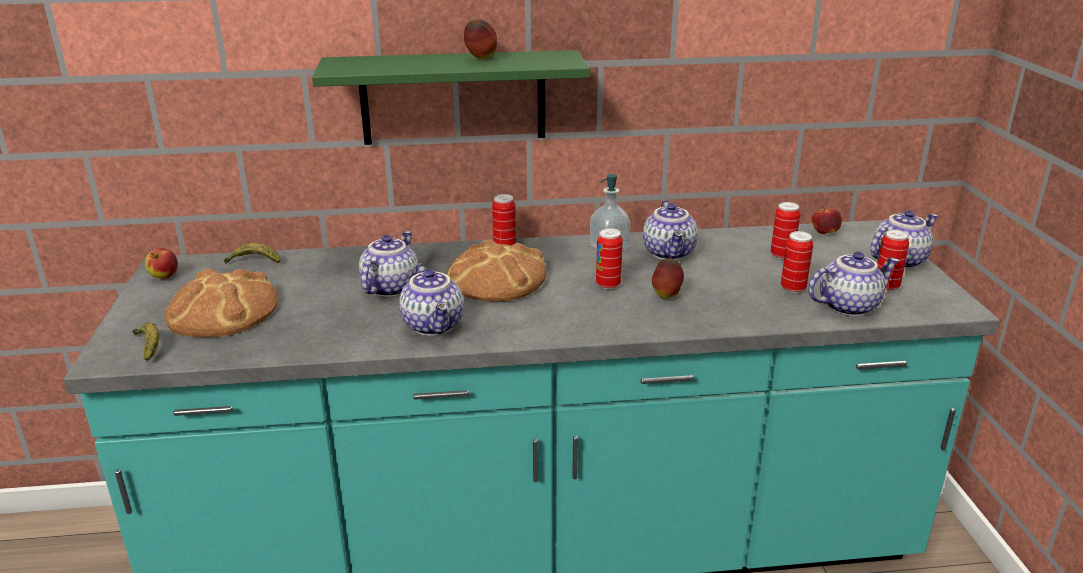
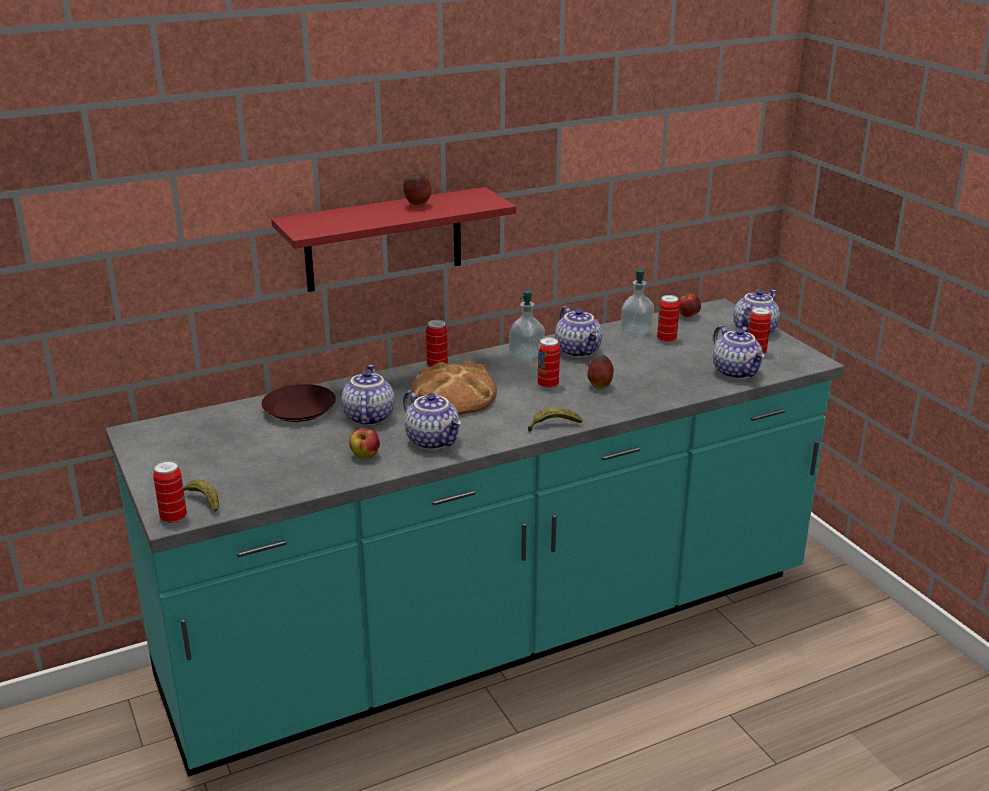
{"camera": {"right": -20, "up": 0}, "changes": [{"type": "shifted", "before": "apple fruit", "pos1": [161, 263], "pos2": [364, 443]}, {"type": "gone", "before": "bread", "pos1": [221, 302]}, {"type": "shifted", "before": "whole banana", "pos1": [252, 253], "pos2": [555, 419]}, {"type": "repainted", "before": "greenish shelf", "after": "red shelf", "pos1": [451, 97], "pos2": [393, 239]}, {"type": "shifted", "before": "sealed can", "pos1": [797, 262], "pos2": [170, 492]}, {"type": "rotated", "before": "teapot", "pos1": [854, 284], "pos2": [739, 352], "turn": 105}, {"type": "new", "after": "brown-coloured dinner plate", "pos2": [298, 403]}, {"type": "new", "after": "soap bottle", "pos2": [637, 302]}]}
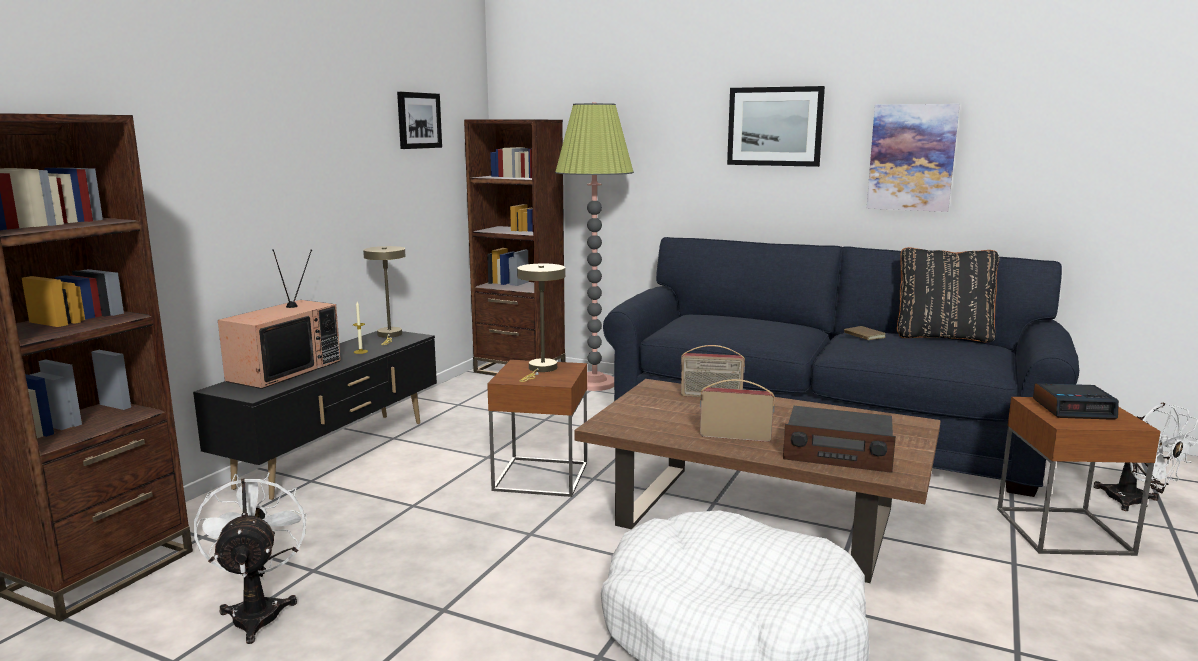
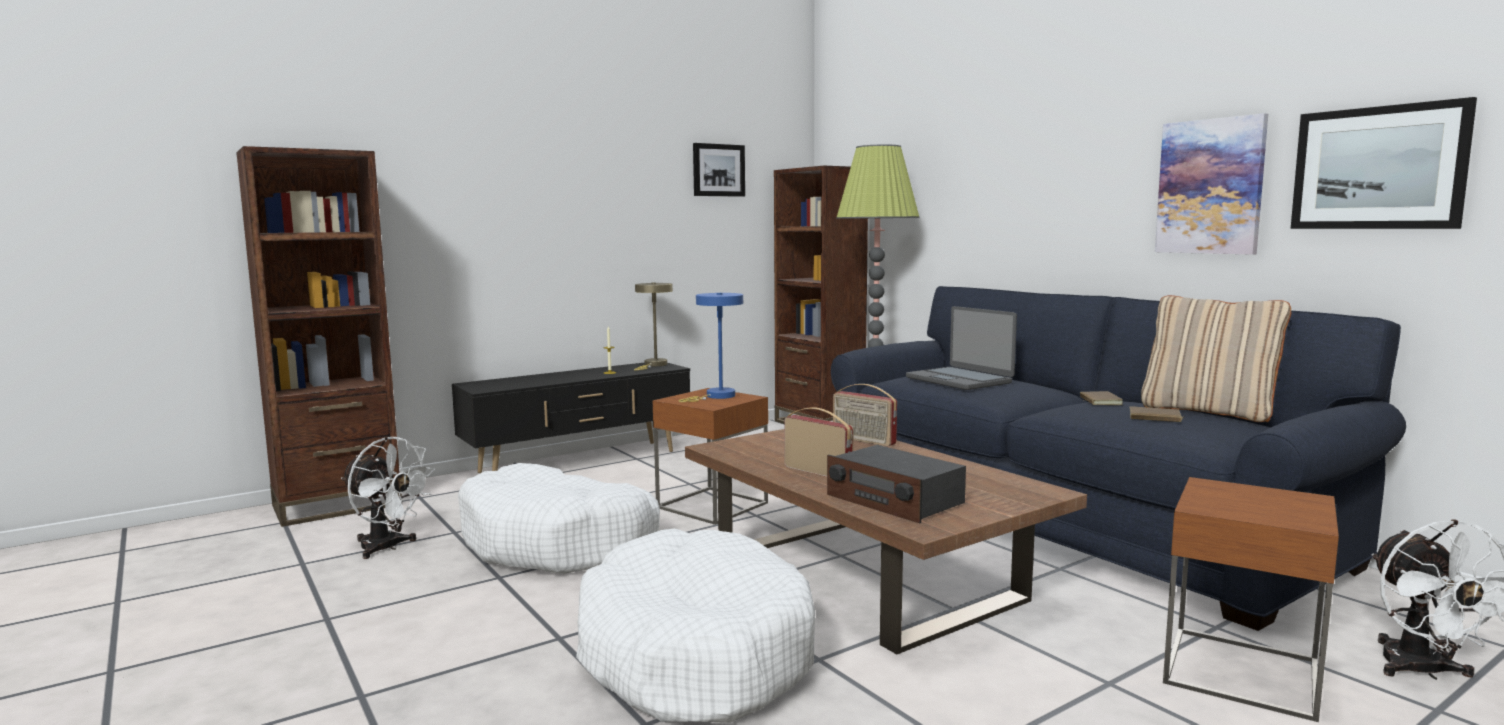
{"camera": {"right": 30, "up": -5}, "changes": [{"type": "rotated", "before": "whitish electric fan", "pos1": [250, 558], "pos2": [388, 498], "turn": 105}, {"type": "gone", "before": "television", "pos1": [279, 319]}, {"type": "repainted", "before": "sand-coloured tabletop lamp", "after": "bluish tabletop lamp", "pos1": [541, 323], "pos2": [710, 347]}, {"type": "shifted", "before": "wall picture", "pos1": [776, 126], "pos2": [1384, 163]}, {"type": "repainted", "before": "black-coloured pillow", "after": "sand-coloured pillow", "pos1": [948, 294], "pos2": [1216, 358]}, {"type": "gone", "before": "alarm clock", "pos1": [1076, 401]}, {"type": "new", "after": "whitish dog bed", "pos2": [559, 518]}, {"type": "new", "after": "laptop", "pos2": [961, 348]}, {"type": "new", "after": "brown-coloured book", "pos2": [1156, 414]}]}
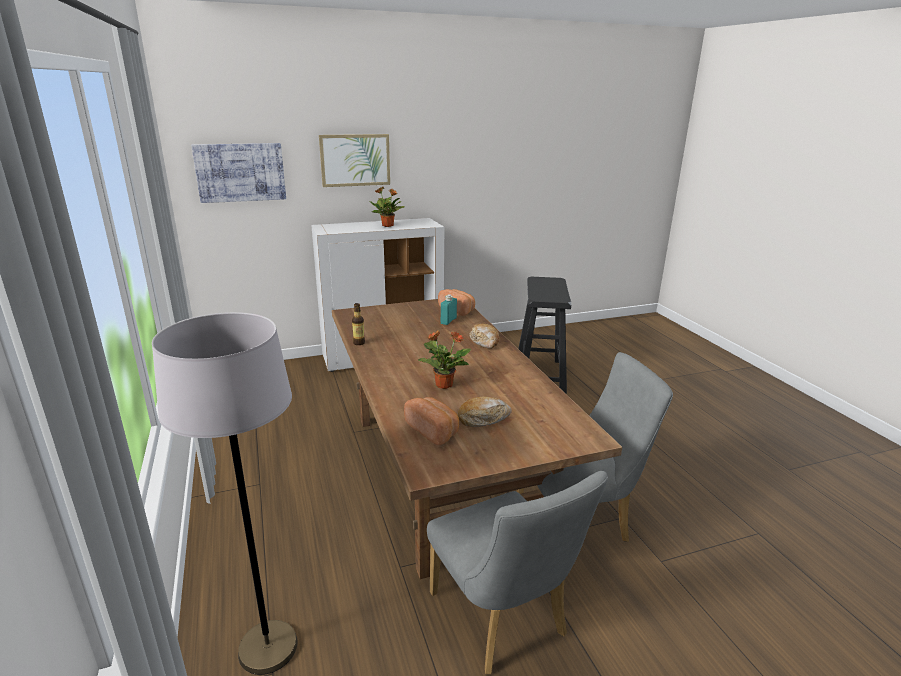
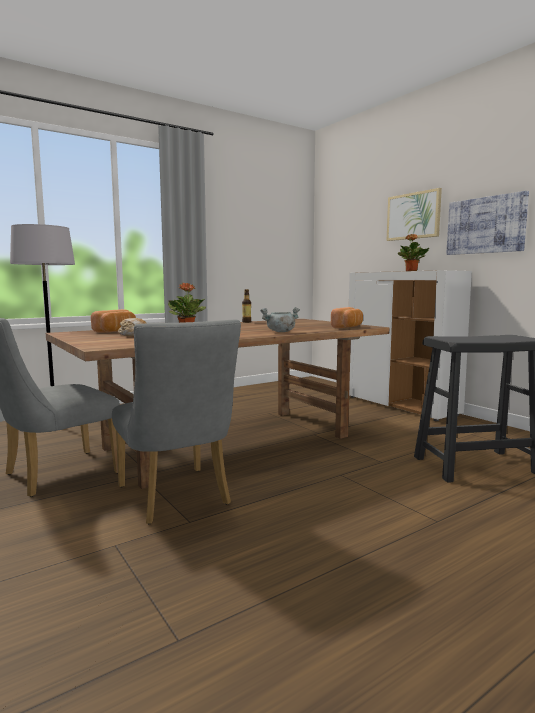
{"camera": {"right": 75, "up": -15}, "changes": [{"type": "shifted", "before": "wall picture", "pos1": [238, 173], "pos2": [487, 223]}, {"type": "gone", "before": "turquoise beverage bottle", "pos1": [449, 309]}, {"type": "swapped", "before": "bread", "after": "grey stockpot", "pos1": [484, 336], "pos2": [280, 319]}]}
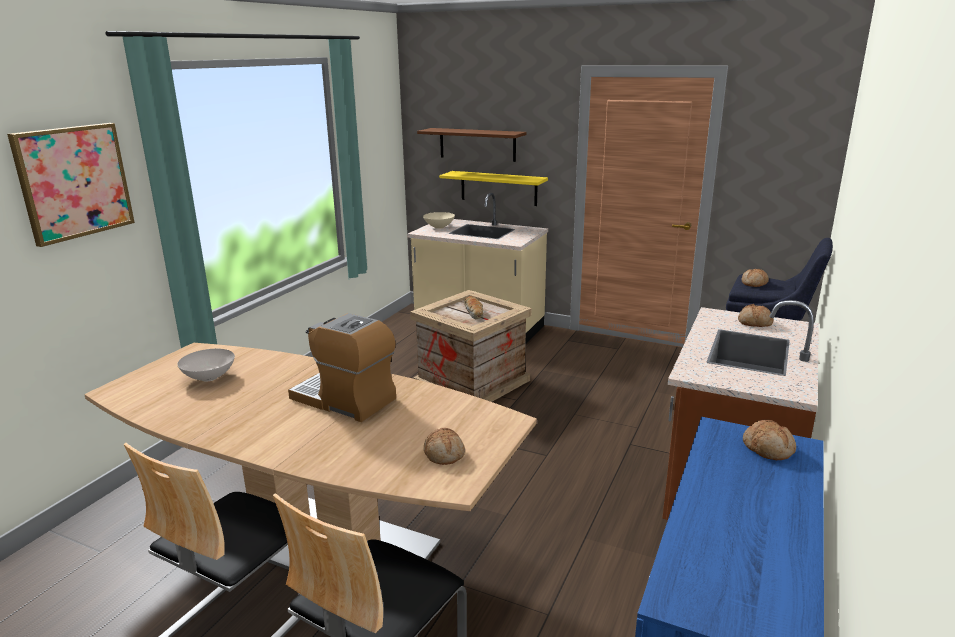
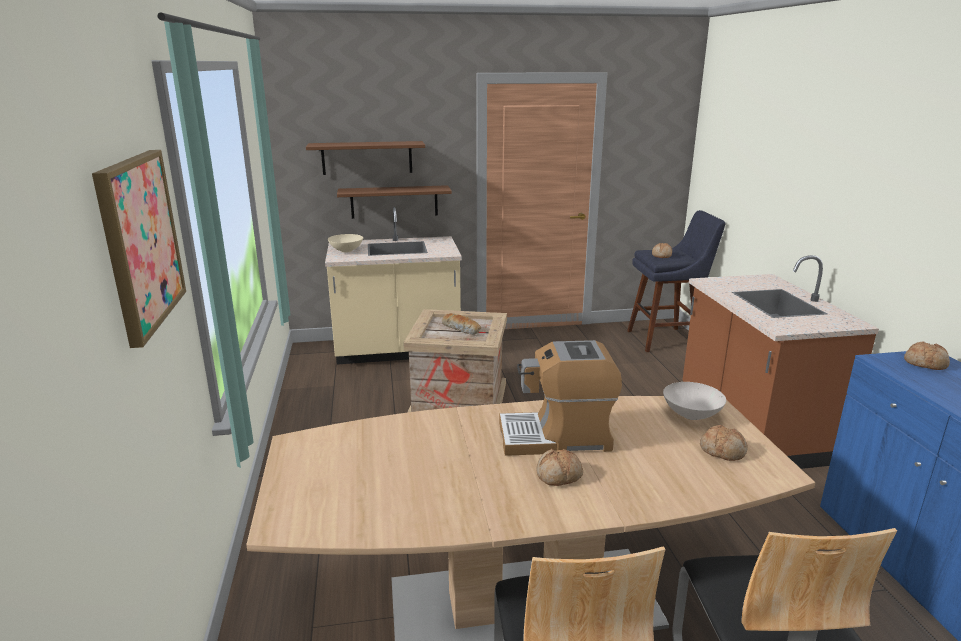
{"camera": {"right": -35, "up": 0}, "changes": [{"type": "shifted", "before": "whitish bowl", "pos1": [206, 365], "pos2": [694, 401]}, {"type": "repainted", "before": "yellow shelf", "after": "brown-coloured shelf", "pos1": [493, 188], "pos2": [394, 202]}, {"type": "shifted", "before": "bread", "pos1": [756, 315], "pos2": [559, 467]}]}
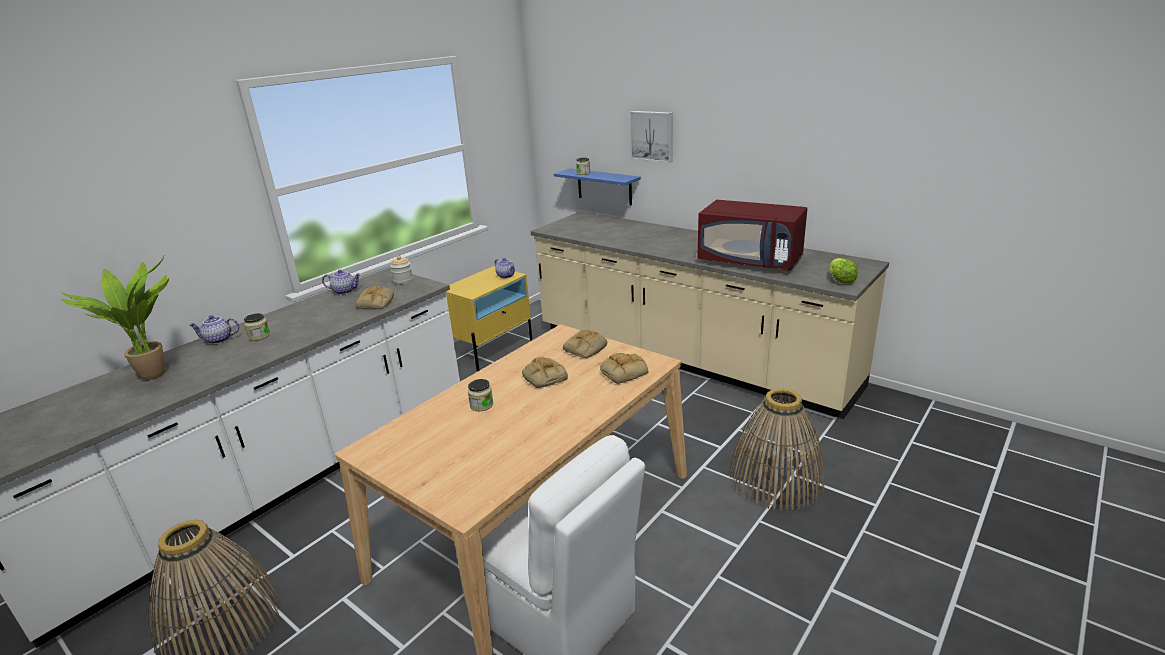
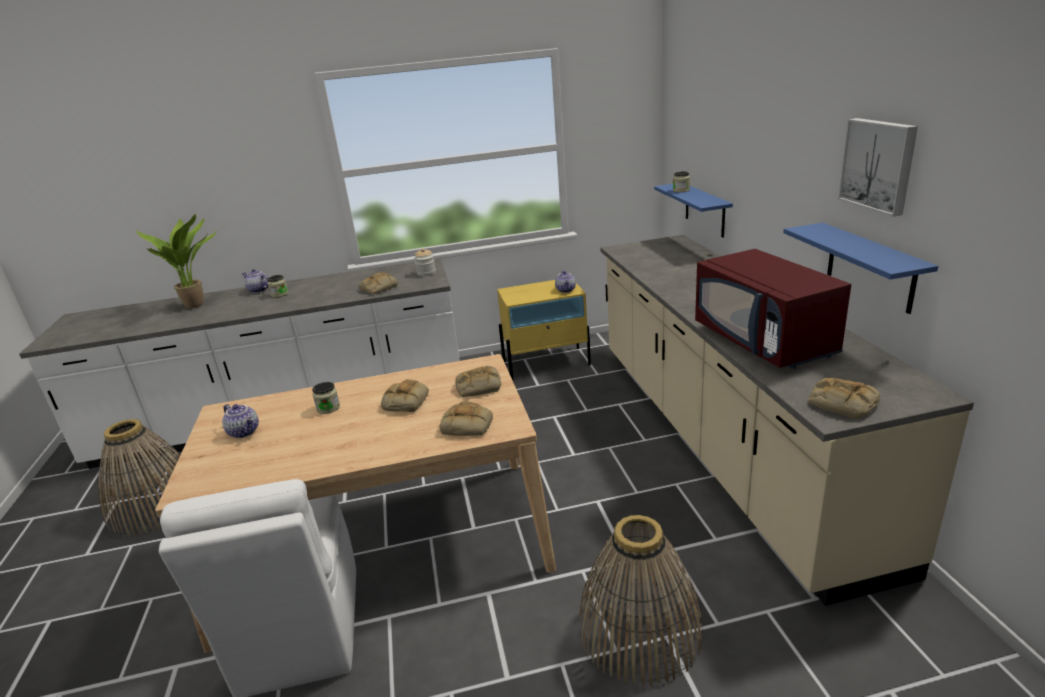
{"camera": {"right": 40, "up": 0}, "changes": [{"type": "shifted", "before": "teapot", "pos1": [341, 282], "pos2": [240, 421]}, {"type": "shifted", "before": "wall picture", "pos1": [651, 137], "pos2": [878, 167]}, {"type": "swapped", "before": "lettuce head", "after": "bread", "pos1": [844, 271], "pos2": [844, 398]}, {"type": "new", "after": "bluish shelf", "pos2": [860, 268]}]}
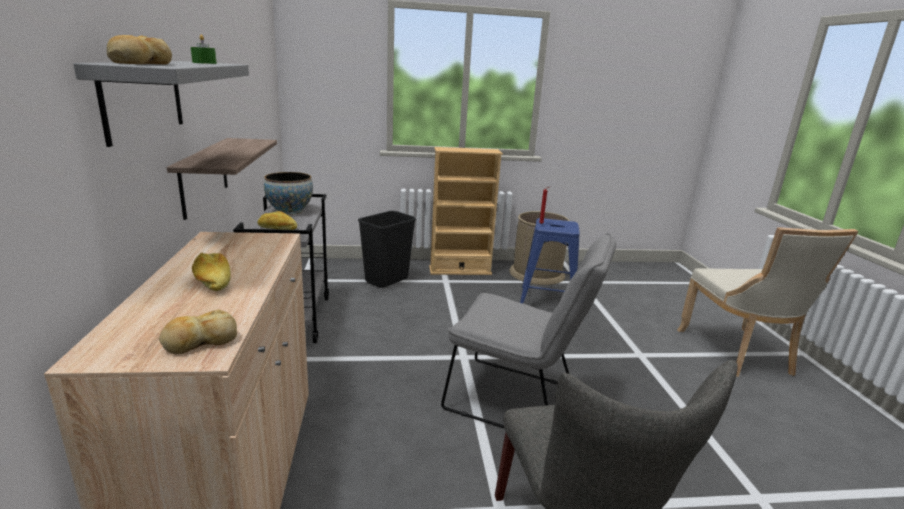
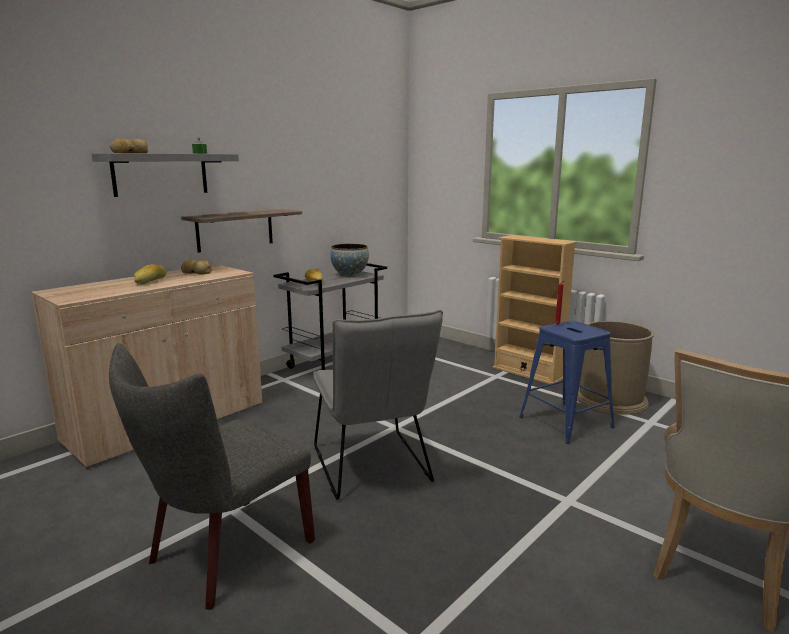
{"camera": {"right": 50, "up": -5}, "changes": [{"type": "shifted", "before": "bread", "pos1": [198, 331], "pos2": [196, 267]}, {"type": "gone", "before": "black-coloured trash can", "pos1": [387, 249]}]}
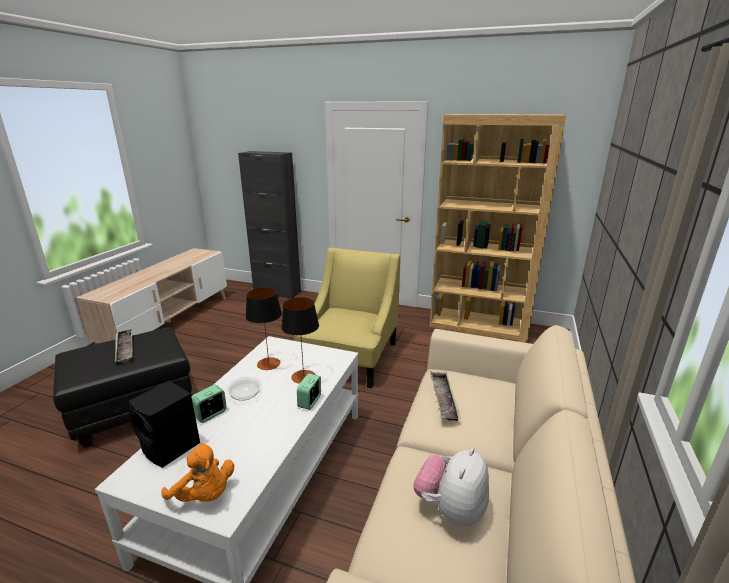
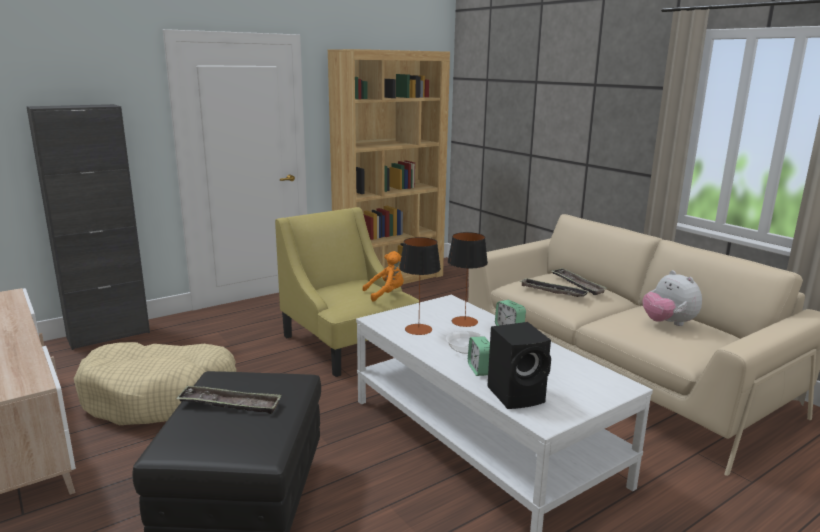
{"camera": {"right": -55, "up": -5}, "changes": [{"type": "shifted", "before": "orange-coloured cuddly toy", "pos1": [198, 472], "pos2": [383, 276]}, {"type": "new", "after": "sand-coloured dog bed", "pos2": [155, 383]}, {"type": "new", "after": "tray", "pos2": [579, 281]}]}
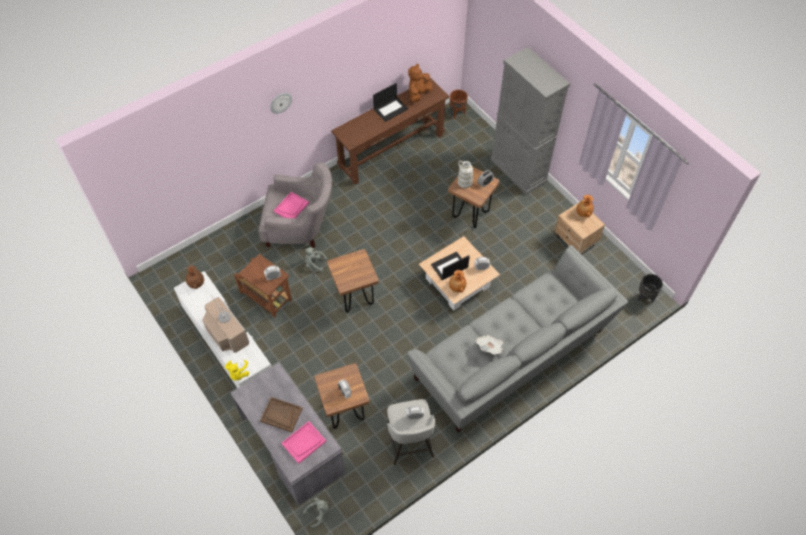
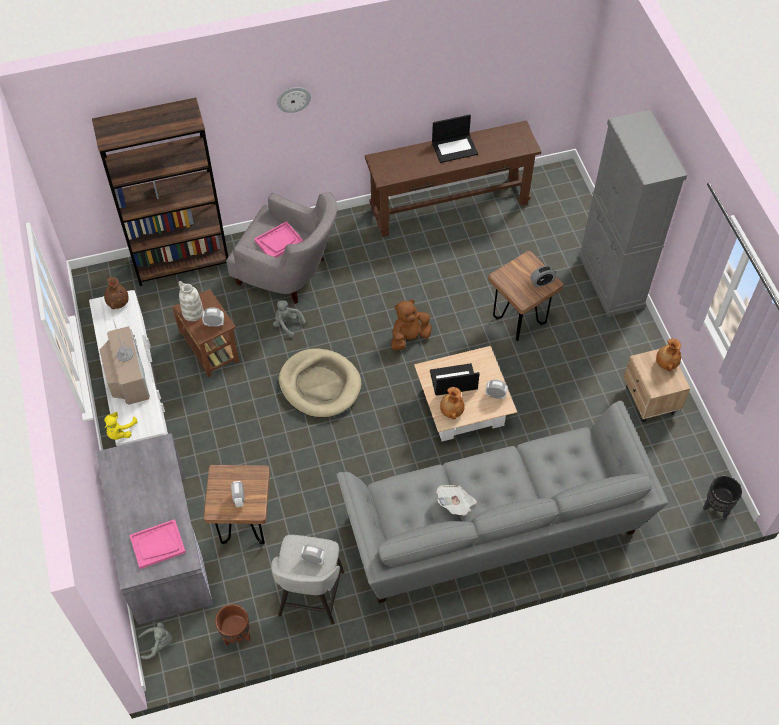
{"camera": {"right": 20, "up": 0}, "changes": [{"type": "gone", "before": "brown-coloured tray", "pos1": [281, 414]}, {"type": "swapped", "before": "brown-coloured stool seat", "after": "sand-coloured dog bed", "pos1": [353, 281], "pos2": [320, 383]}, {"type": "shifted", "before": "brown-coloured cuddly toy", "pos1": [420, 83], "pos2": [411, 324]}, {"type": "shifted", "before": "brown-coloured flower pot", "pos1": [459, 104], "pos2": [232, 625]}, {"type": "shifted", "before": "whitish flower vase", "pos1": [465, 174], "pos2": [191, 301]}, {"type": "new", "after": "brown-coloured bookshelf", "pos2": [160, 192]}]}
